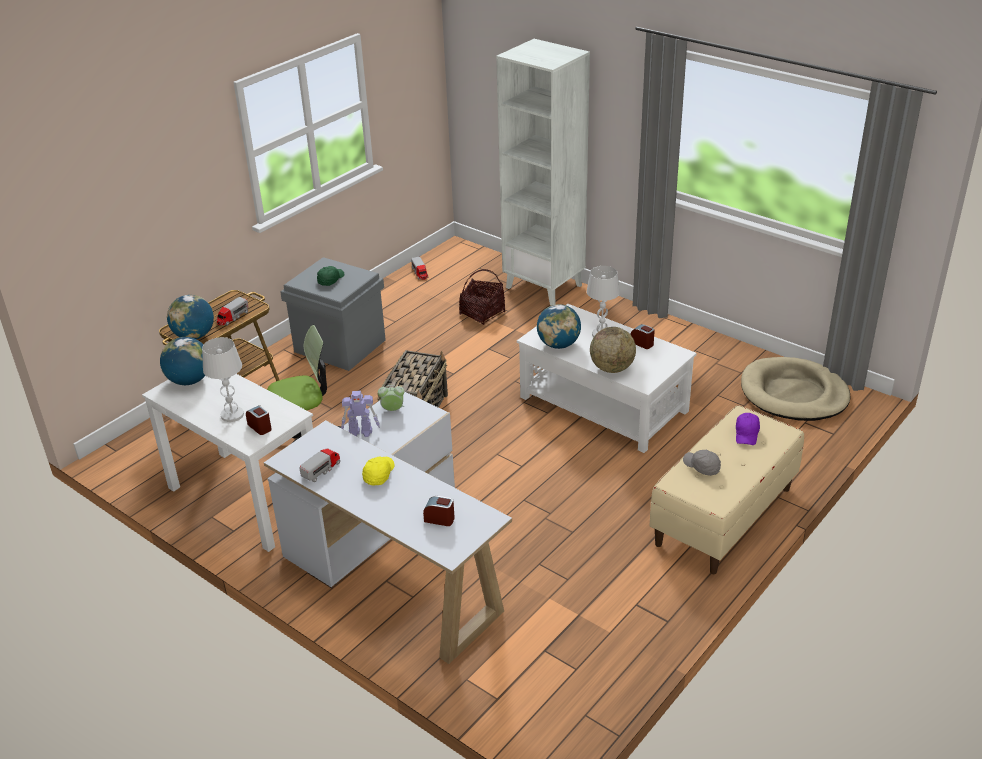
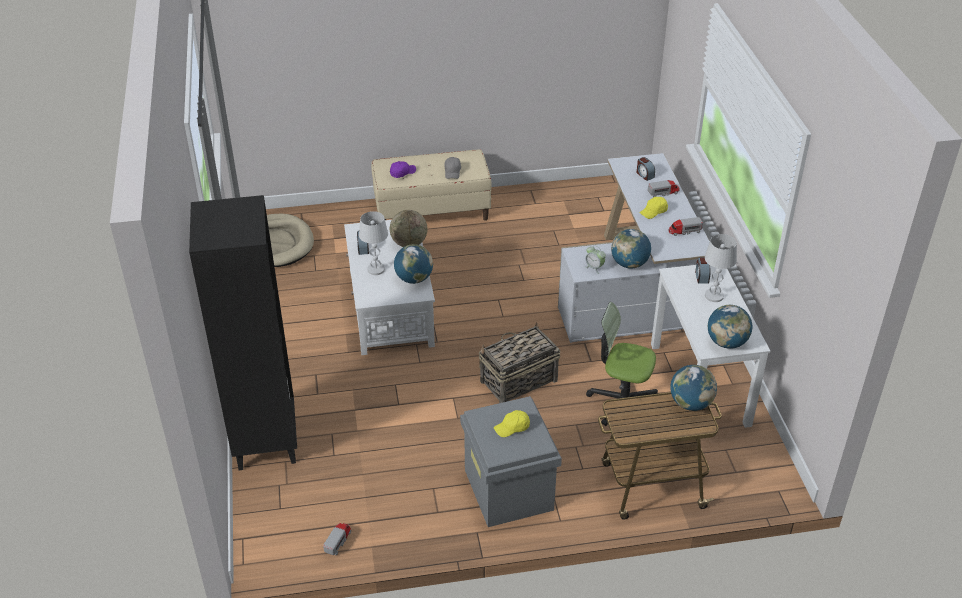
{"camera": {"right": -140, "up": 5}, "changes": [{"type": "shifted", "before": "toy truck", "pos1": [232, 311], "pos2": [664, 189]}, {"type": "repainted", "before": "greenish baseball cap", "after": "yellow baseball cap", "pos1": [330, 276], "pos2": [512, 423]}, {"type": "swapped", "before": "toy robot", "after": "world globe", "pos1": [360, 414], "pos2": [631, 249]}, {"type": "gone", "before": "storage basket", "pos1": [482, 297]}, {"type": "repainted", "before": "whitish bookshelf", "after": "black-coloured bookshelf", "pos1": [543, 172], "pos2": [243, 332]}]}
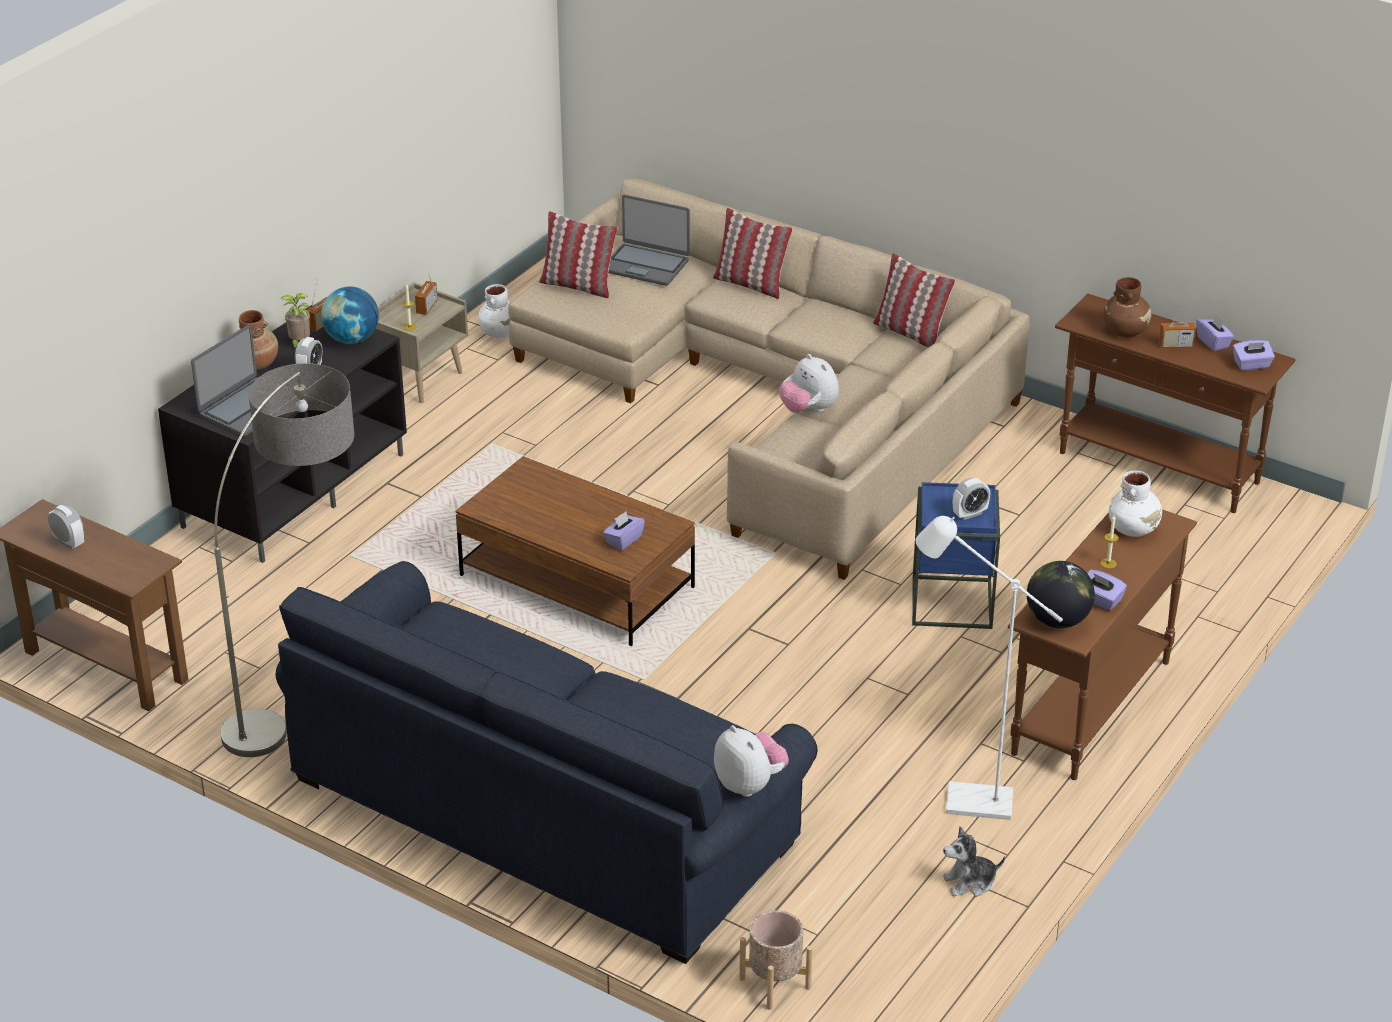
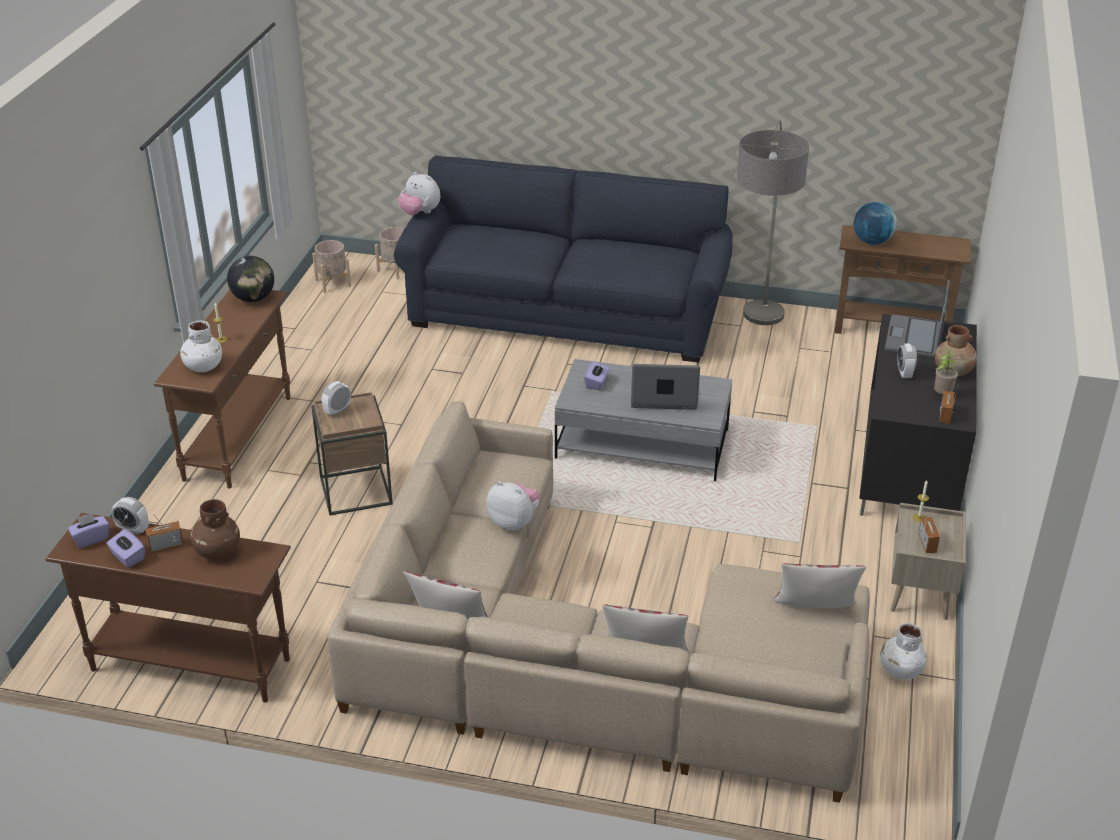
{"camera": {"right": 160, "up": 0}, "changes": [{"type": "shifted", "before": "alarm clock", "pos1": [66, 527], "pos2": [130, 516]}, {"type": "shifted", "before": "world globe", "pos1": [350, 315], "pos2": [875, 223]}, {"type": "repainted", "before": "brown-coloured lounge table", "after": "grey lounge table", "pos1": [575, 551], "pos2": [643, 420]}, {"type": "shifted", "before": "laptop", "pos1": [649, 240], "pos2": [665, 387]}, {"type": "repainted", "before": "bluish accent table", "after": "brown-coloured accent table", "pos1": [956, 555], "pos2": [352, 454]}, {"type": "gone", "before": "whitish floor lamp", "pos1": [989, 668]}, {"type": "gone", "before": "cuddly toy", "pos1": [974, 861]}, {"type": "gone", "before": "purple-coloured box of tissues", "pos1": [1107, 590]}, {"type": "new", "after": "sand-coloured flower pot", "pos2": [331, 266]}]}
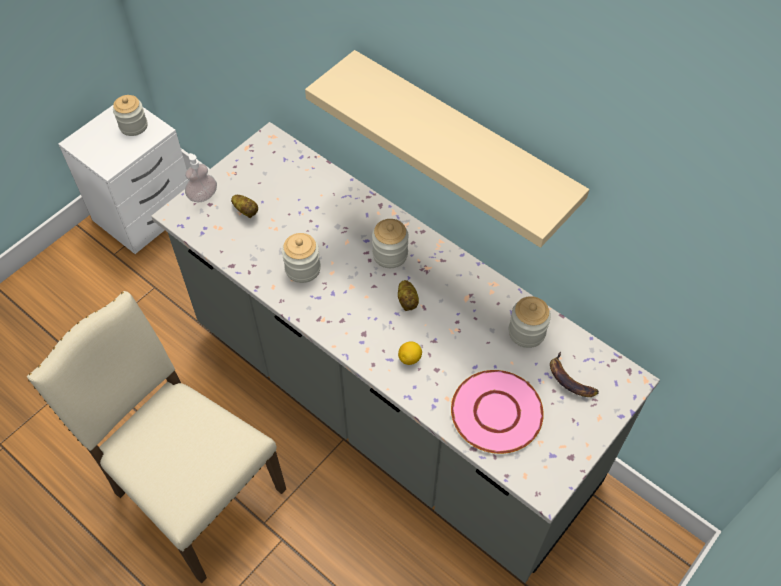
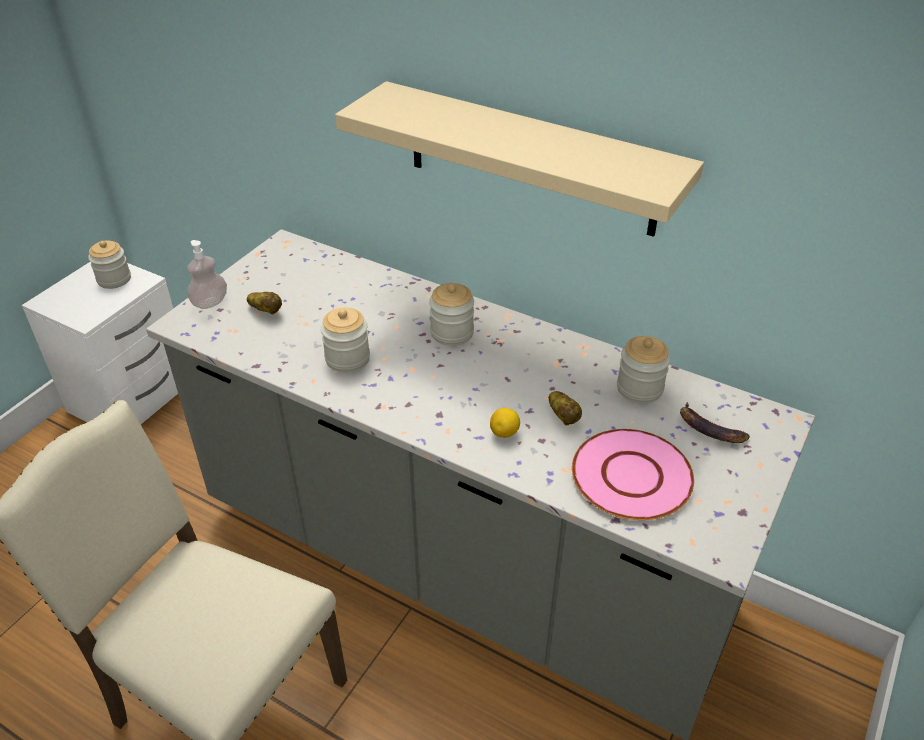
{"camera": {"right": -10, "up": -15}, "changes": [{"type": "shifted", "before": "potato", "pos1": [408, 295], "pos2": [565, 408]}]}
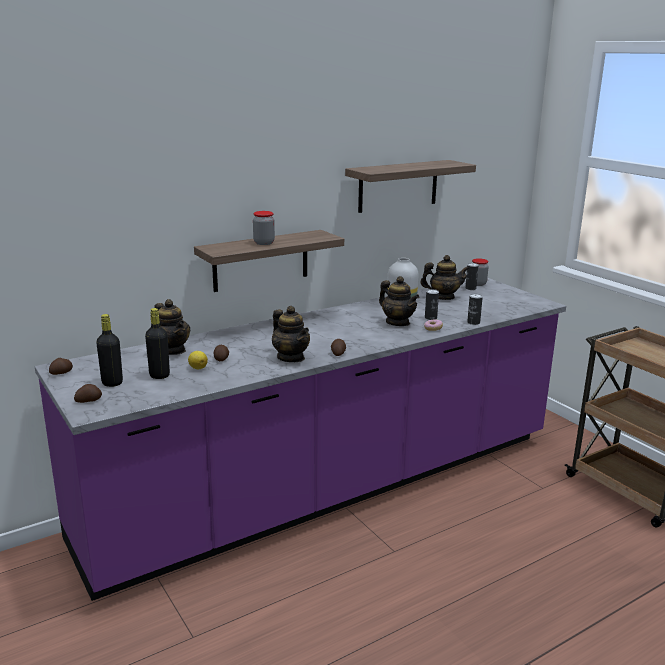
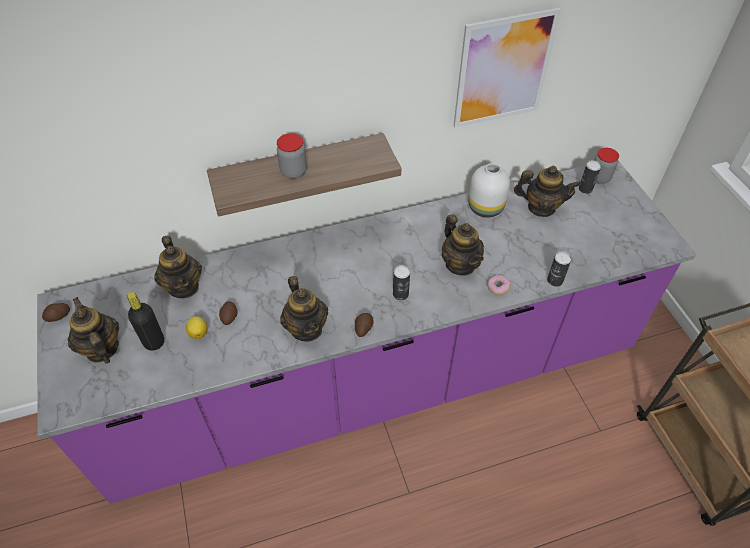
{"camera": {"right": 15, "up": 30}, "changes": [{"type": "gone", "before": "potato", "pos1": [88, 393]}, {"type": "swapped", "before": "black-coloured beverage bottle", "after": "teapot", "pos1": [109, 350], "pos2": [93, 330]}, {"type": "swapped", "before": "shelf", "after": "wall picture", "pos1": [410, 186], "pos2": [507, 68]}, {"type": "shifted", "before": "sealed can", "pos1": [432, 304], "pos2": [401, 282]}]}
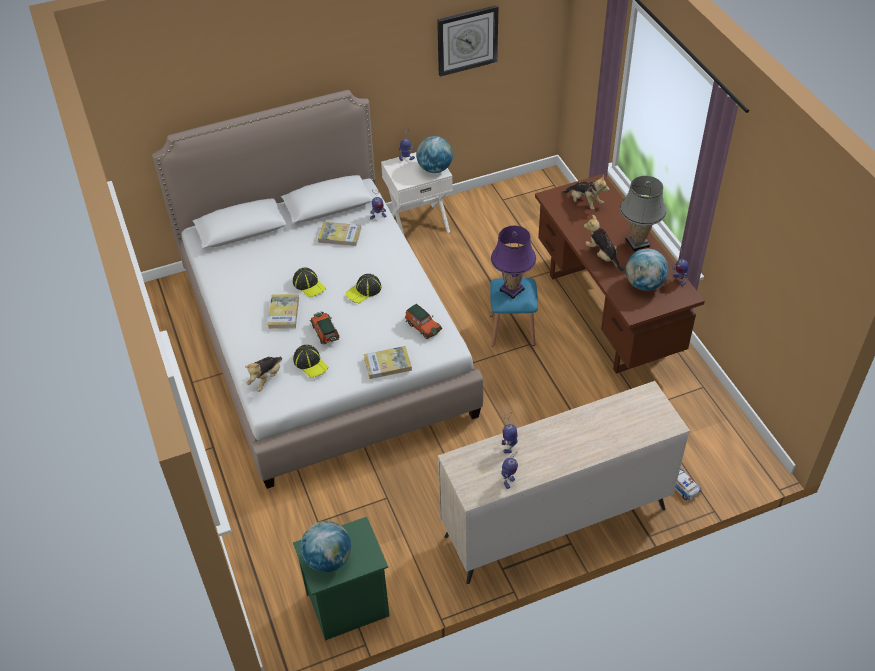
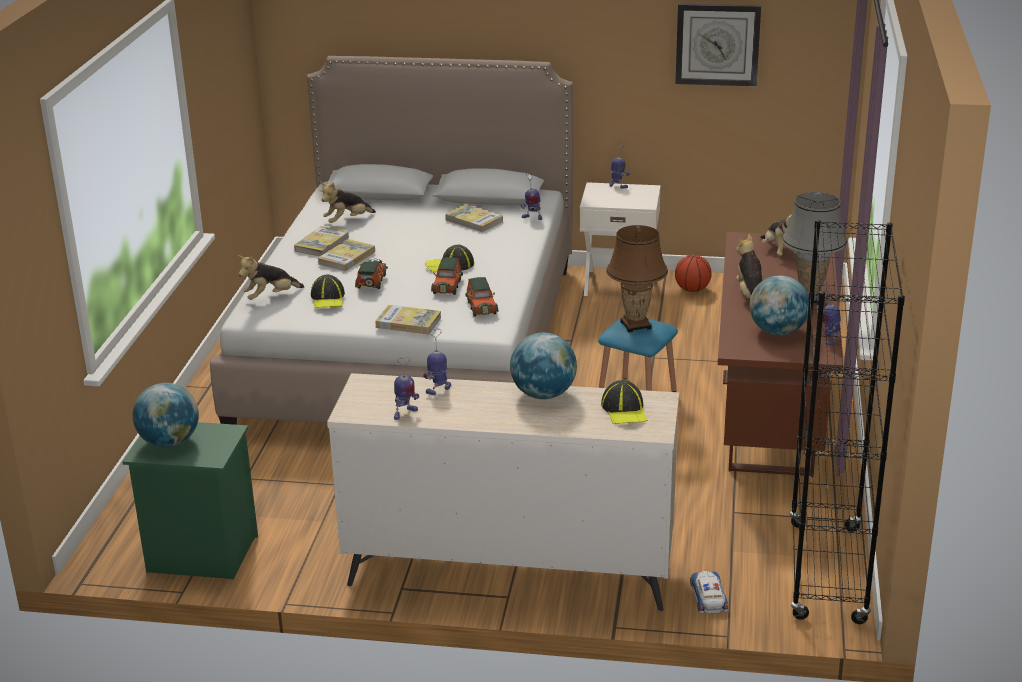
{"camera": {"right": 30, "up": -20}, "changes": [{"type": "shifted", "before": "baseball cap", "pos1": [309, 282], "pos2": [624, 402]}, {"type": "shifted", "before": "world globe", "pos1": [434, 154], "pos2": [543, 365]}, {"type": "repainted", "before": "purple-coloured tabletop lamp", "after": "brown-coloured tabletop lamp", "pos1": [513, 262], "pos2": [637, 279]}, {"type": "new", "after": "book", "pos2": [322, 241]}, {"type": "new", "after": "cuddly toy", "pos2": [348, 203]}, {"type": "new", "after": "toy car", "pos2": [447, 276]}, {"type": "new", "after": "ball for basketball", "pos2": [693, 273]}, {"type": "new", "after": "black-coloured bookshelf", "pos2": [847, 422]}]}
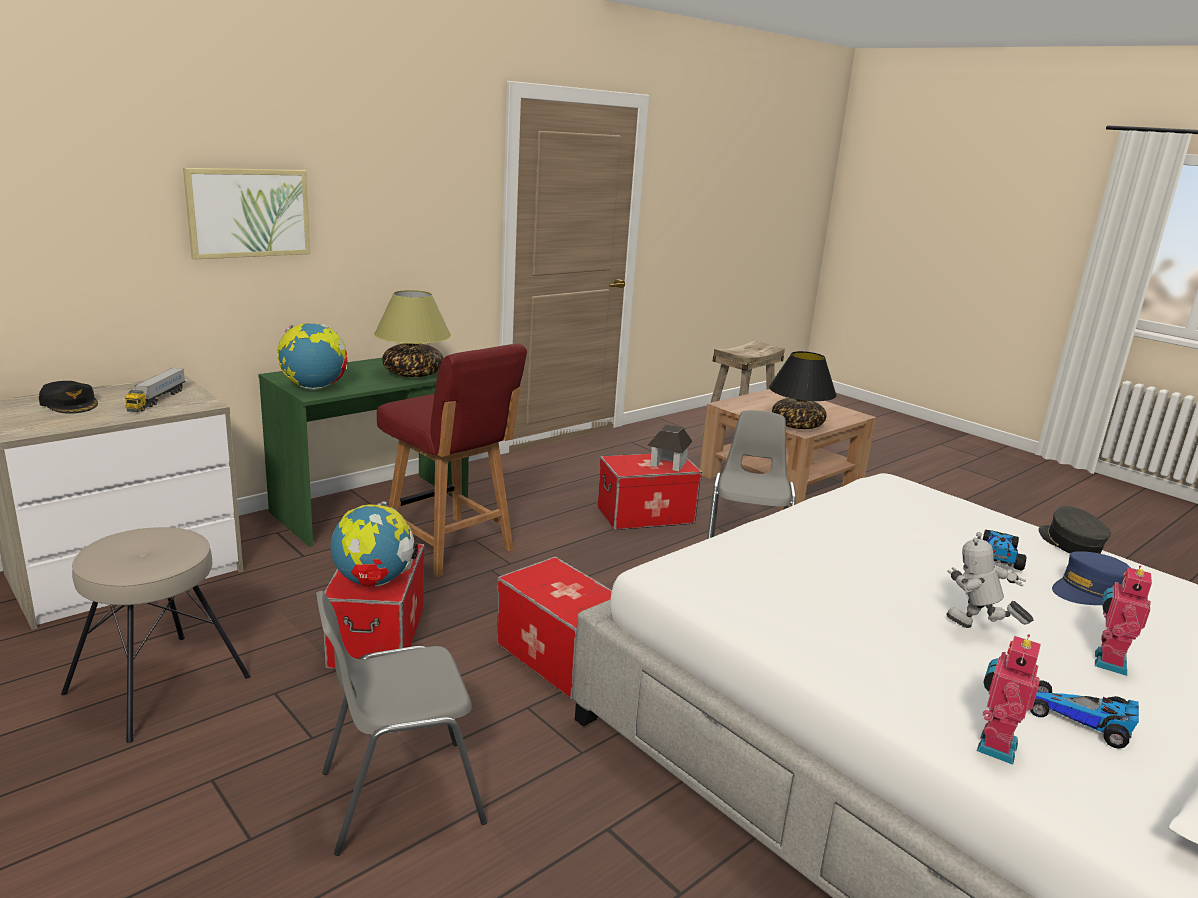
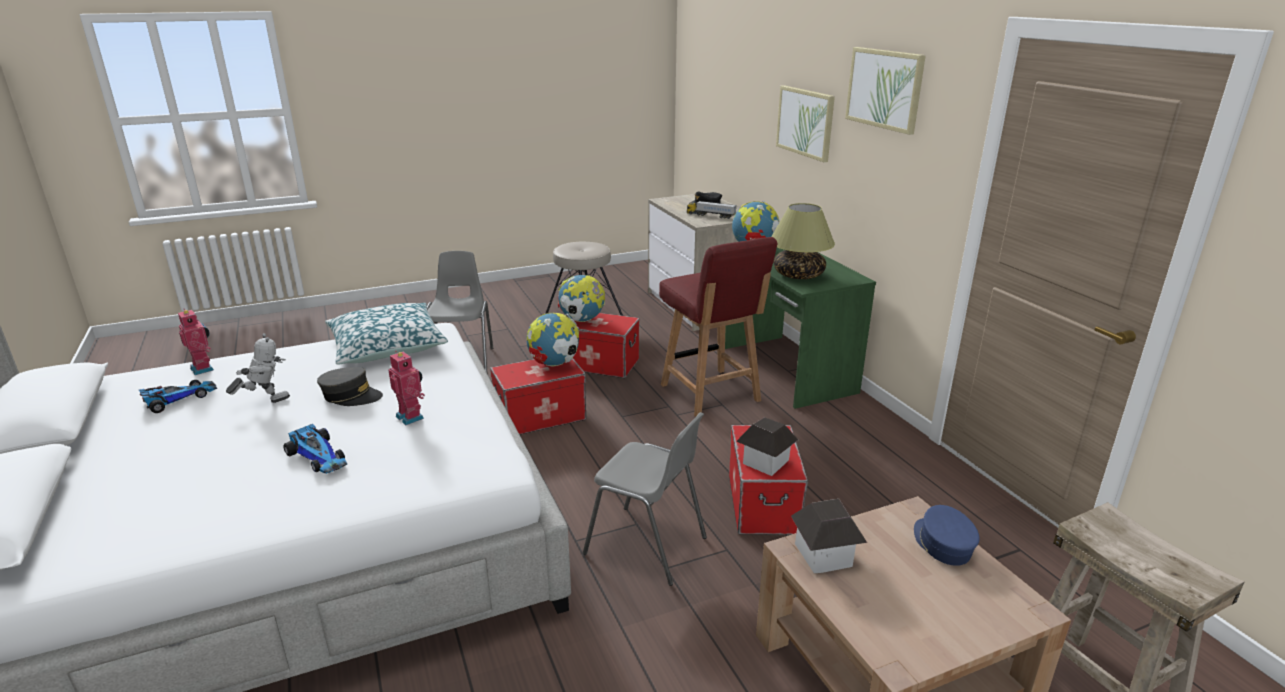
{"camera": {"right": 110, "up": 5}, "changes": [{"type": "rotated", "before": "red upright chair", "pos1": [452, 460], "pos2": [718, 327], "turn": -90}, {"type": "swapped", "before": "black-coloured tabletop lamp", "after": "model house", "pos1": [803, 390], "pos2": [829, 536]}, {"type": "shifted", "before": "grey baseball cap", "pos1": [1075, 530], "pos2": [350, 386]}, {"type": "shifted", "before": "bluish baseball cap", "pos1": [1091, 578], "pos2": [947, 535]}, {"type": "shifted", "before": "toy robot", "pos1": [1123, 621], "pos2": [406, 388]}, {"type": "new", "after": "pillow", "pos2": [386, 334]}, {"type": "new", "after": "world globe", "pos2": [552, 340]}, {"type": "new", "after": "wall picture", "pos2": [885, 91]}]}
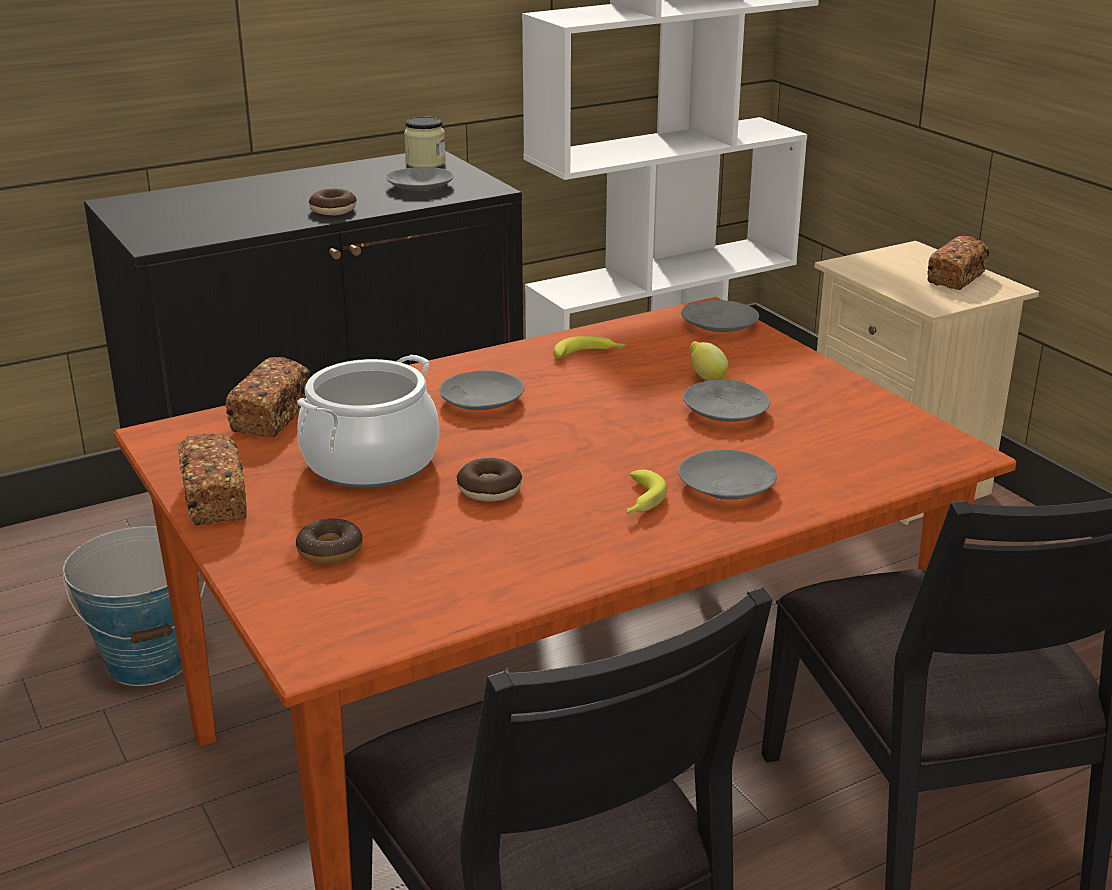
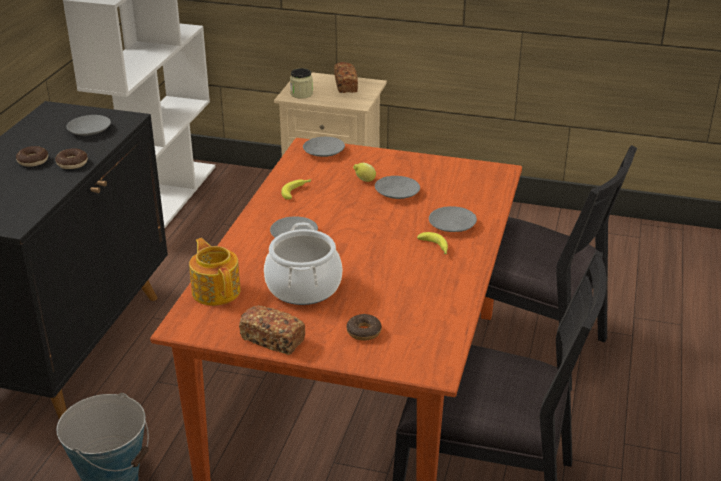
{"camera": {"right": -45, "up": 5}, "changes": [{"type": "swapped", "before": "bread", "after": "teapot", "pos1": [268, 397], "pos2": [215, 272]}, {"type": "shifted", "before": "preserve jar", "pos1": [425, 142], "pos2": [301, 83]}, {"type": "shifted", "before": "ring doughnut", "pos1": [489, 479], "pos2": [32, 156]}]}
